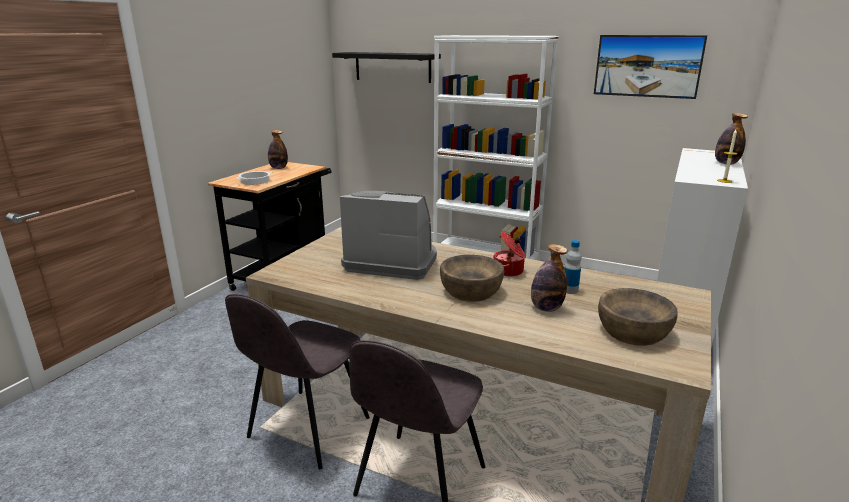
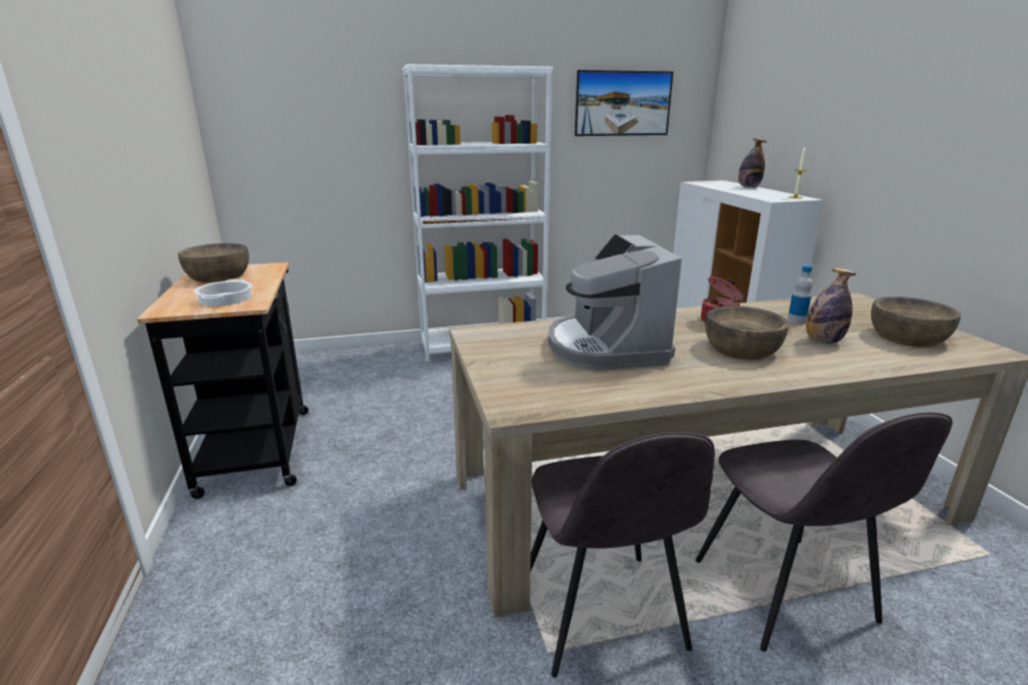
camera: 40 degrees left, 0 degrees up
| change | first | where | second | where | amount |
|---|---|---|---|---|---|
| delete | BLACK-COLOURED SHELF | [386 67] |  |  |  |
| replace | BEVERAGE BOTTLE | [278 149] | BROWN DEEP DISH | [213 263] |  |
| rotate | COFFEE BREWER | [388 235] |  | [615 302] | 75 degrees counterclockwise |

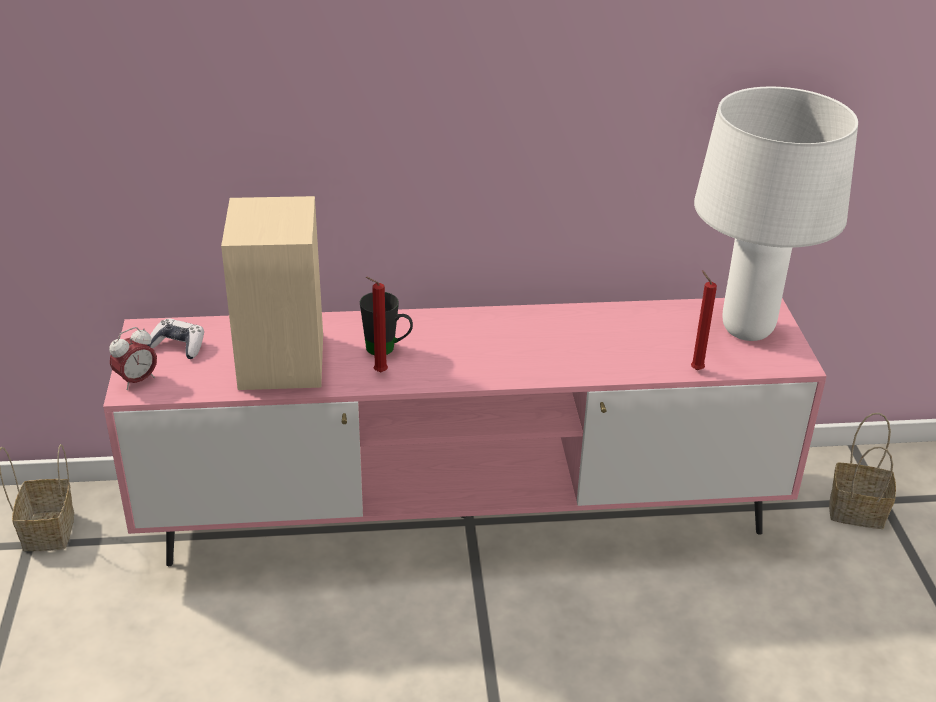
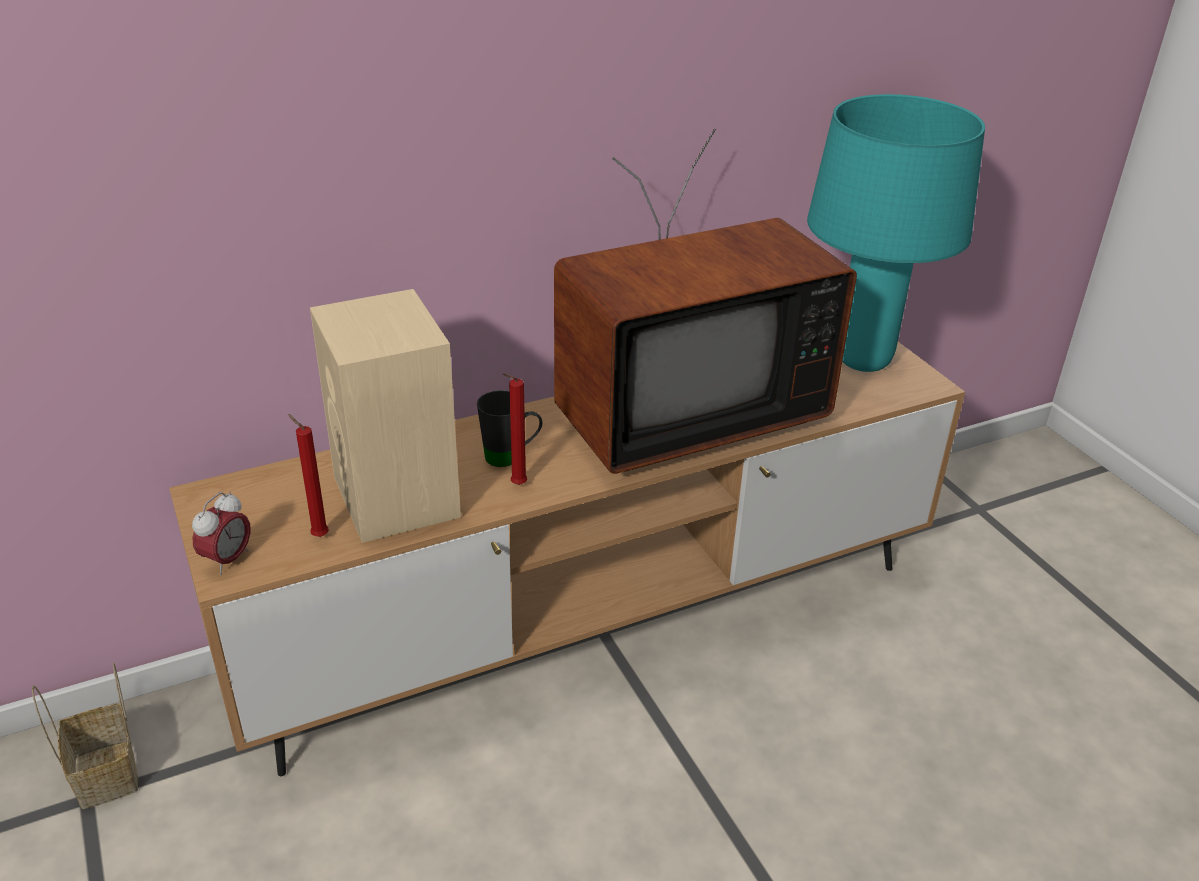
camera: 20 degrees left, 0 degrees up
| change | first | where | second | where | amount |
|---|---|---|---|---|---|
| recolor | WHITE-COLOURED TABLE LAMP | [776 213] | BLUE-GREEN TABLE LAMP | [896 233] |  |
| move | RED WAX CANDLE | [704 320] |  | [308 475] |  |
| recolor | PINK MEDIA CONSOLE | [465 432] | BROWN MEDIA CONSOLE | [567 559] |  |
| delete | JOYPAD | [175 338] |  |  |  |
| delete | HOUSEHOLD BASKET | [862 471] |  |  |  |
| insert |  |  | TV SET | [705 301] |  |

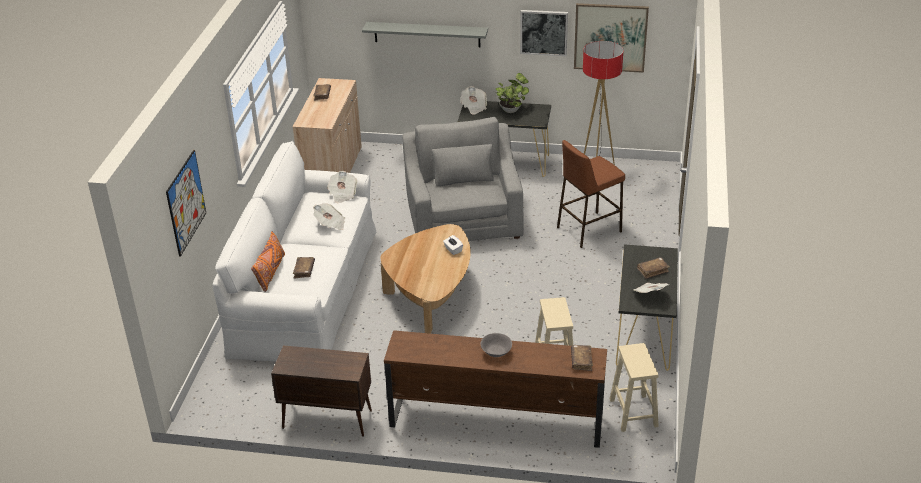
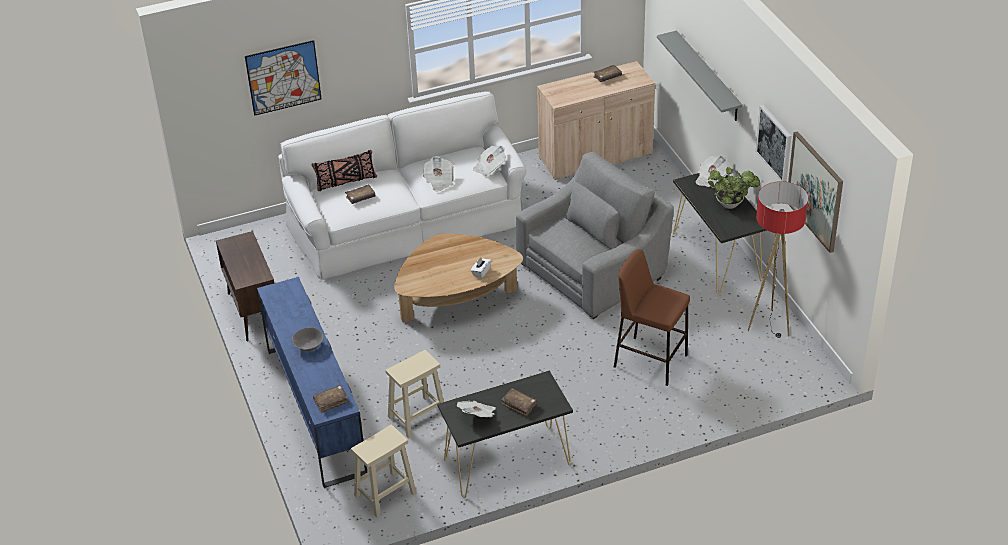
camera: 60 degrees right, 5 degrees up
| change | first | where | second | where | amount |
|---|---|---|---|---|---|
| recolor | ORANGEY PILLOW | [268 261] | BLACK-COLOURED PILLOW | [344 170] |  |
| recolor | BROWN MEDIA CONSOLE | [495 389] | BLUE-COLOURED MEDIA CONSOLE | [312 382] |  |

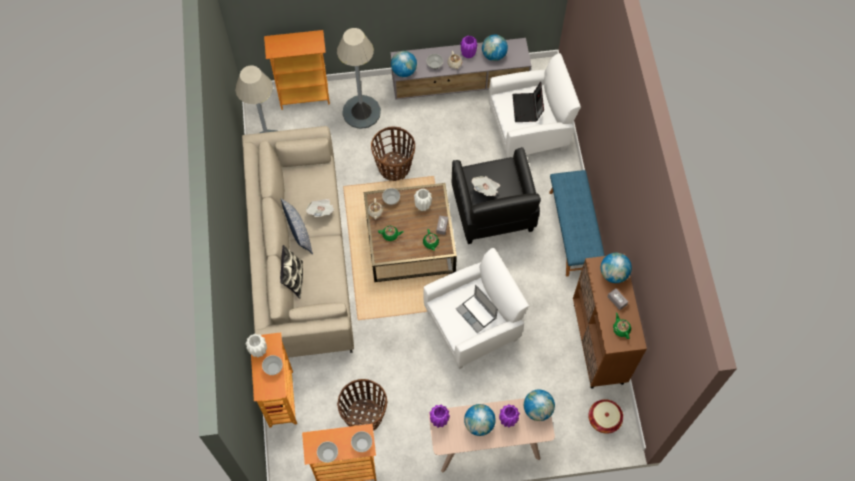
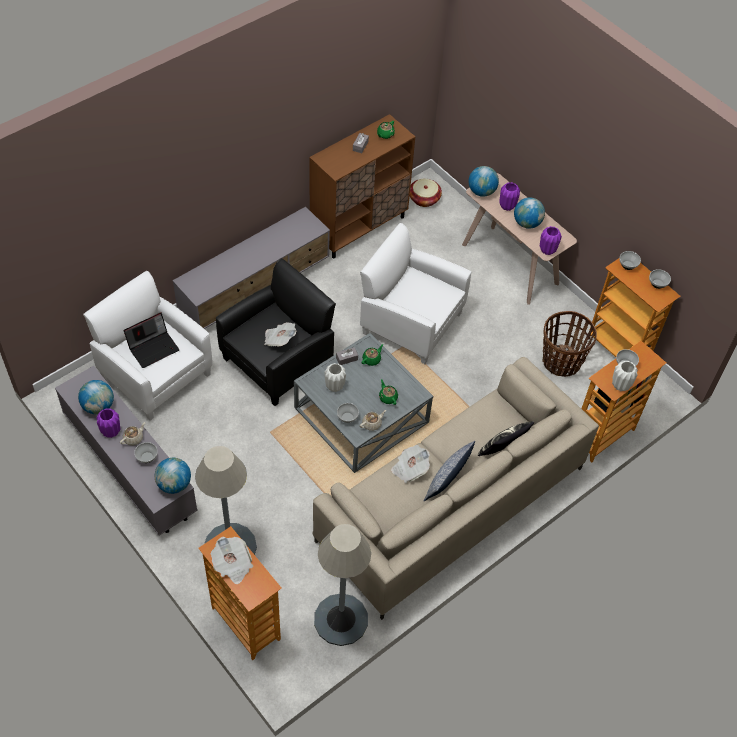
camera: 125 degrees left, 10 degrees down
| change | first | where | second | where | amount |
|---|---|---|---|---|---|
| delete | HOUSEHOLD BASKET | [393 154] |  |  |  |
| replace | BLUE-COLOURED INDOOR BENCH | [577 223] | GREYISH MEDIA CONSOLE | [251 268] |  |
| recolor | BROWN COFFEE TABLE | [410 232] | GREYISH COFFEE TABLE | [363 403] |  |
| delete | DESK GLOBE | [616 268] |  |  |  |
| delete | PORTABLE COMPUTER | [477 308] |  |  |  |
| insert |  |  | PRINTED PAPER | [232 560] |  |

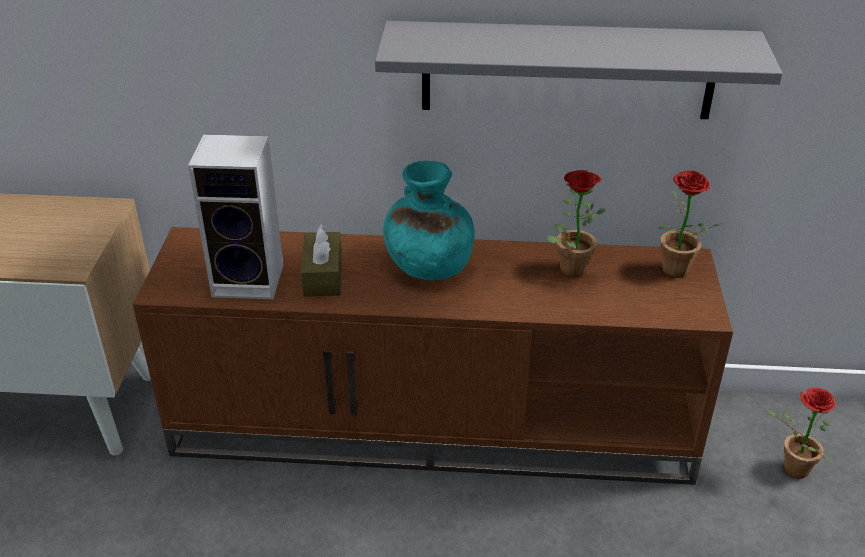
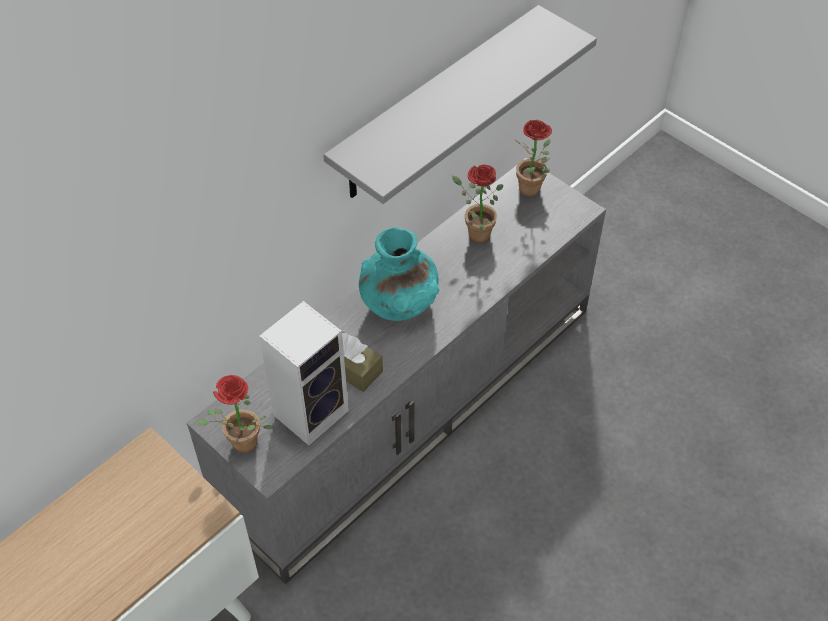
camera: 50 degrees left, 15 degrees up
| change | first | where | second | where | amount |
|---|---|---|---|---|---|
| recolor | BROWN MEDIA CONSOLE | [433 356] | GREYISH MEDIA CONSOLE | [396 371] |  |
| move | HOUSEPLANT | [802 433] |  | [235 414] |  |

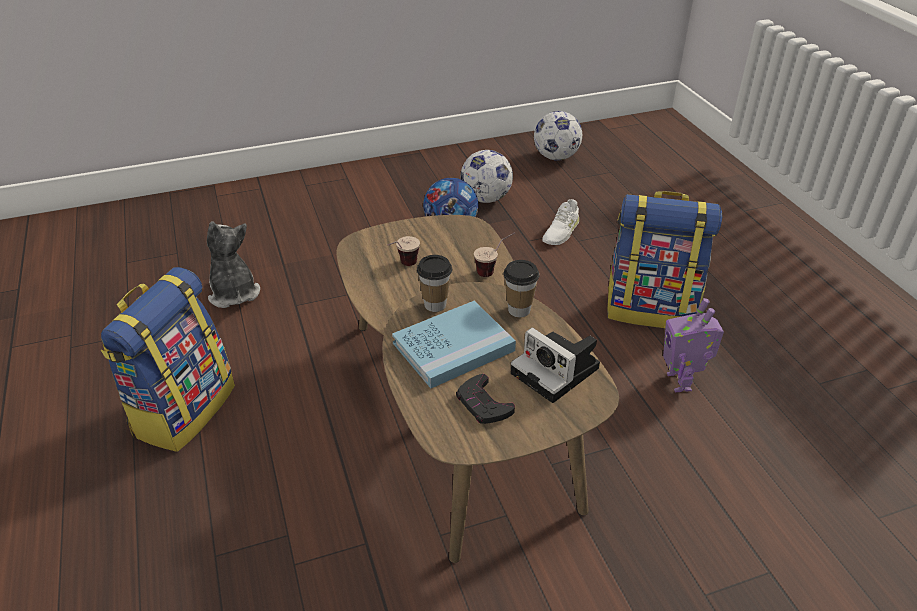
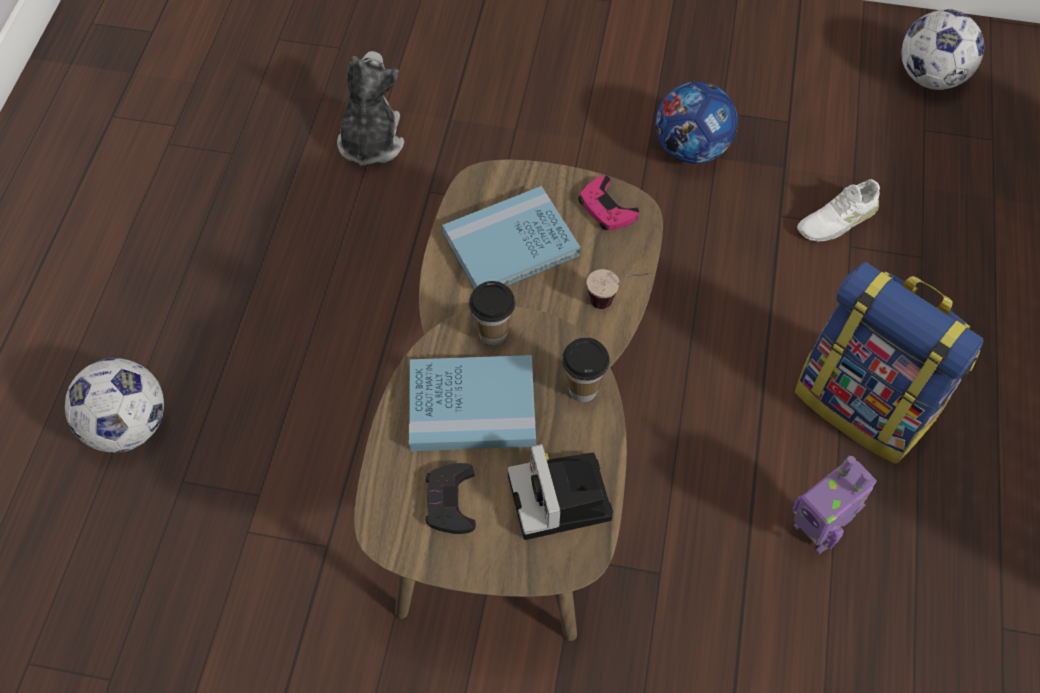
camera: 30 degrees right, 20 degrees up
| change | first | where | second | where | amount |
|---|---|---|---|---|---|
| move | BALL FOR FOOTBALL | [487 176] |  | [114 405] |  |
| replace | SMALL CUP | [404 251] | BLUE-COLOURED VOLUME | [511 237] |  |
| delete | KNAPSACK | [168 359] |  |  |  |
| rotate | MODEL ROBOT | [693 345] |  | [835 505] | 60 degrees counterclockwise |
| insert |  |  | PINK JOYPAD | [608 202] |  |

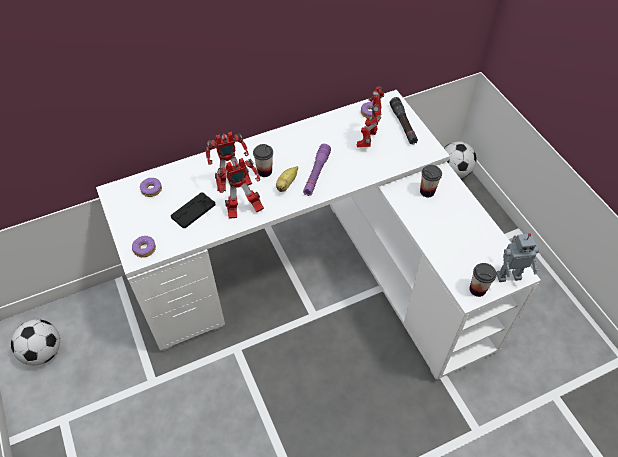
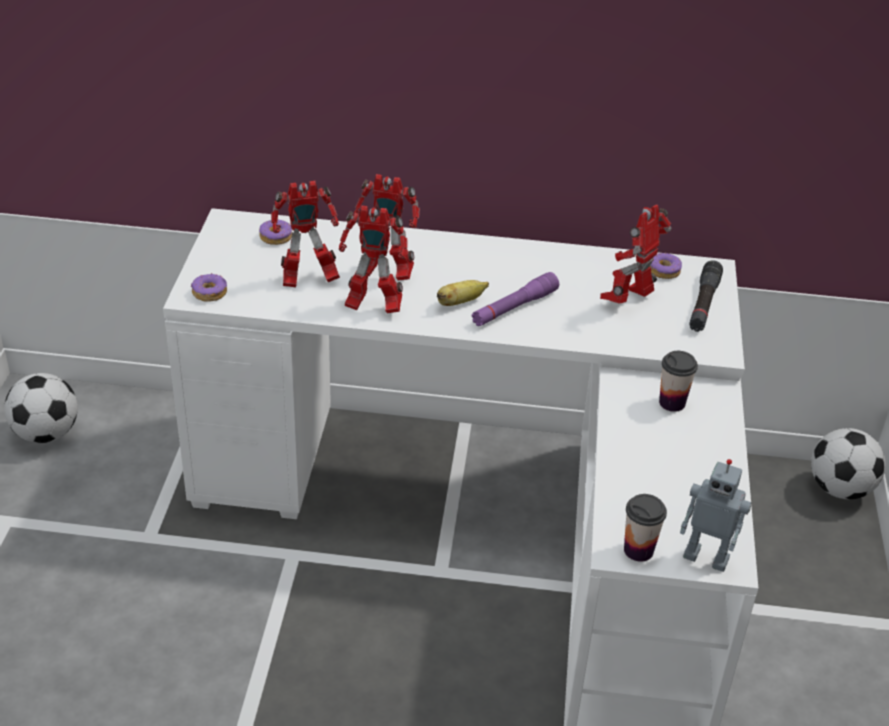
camera: 30 degrees right, 15 degrees down
| change | first | where | second | where | amount |
|---|---|---|---|---|---|
| delete | SMALL CUP | [263 160] |  |  |  |
| replace | BLACK-COLOURED JOYPAD | [193 210] | MODEL ROBOT | [305 234] |  |

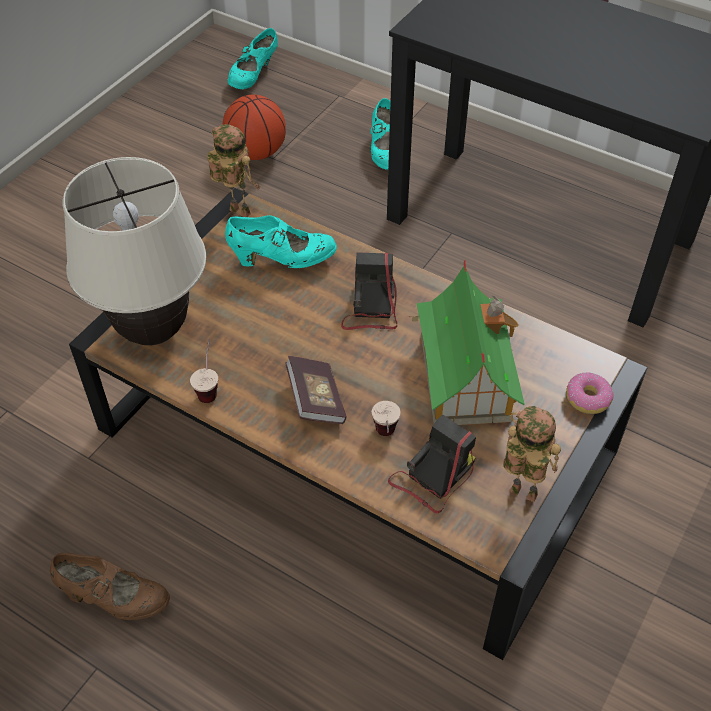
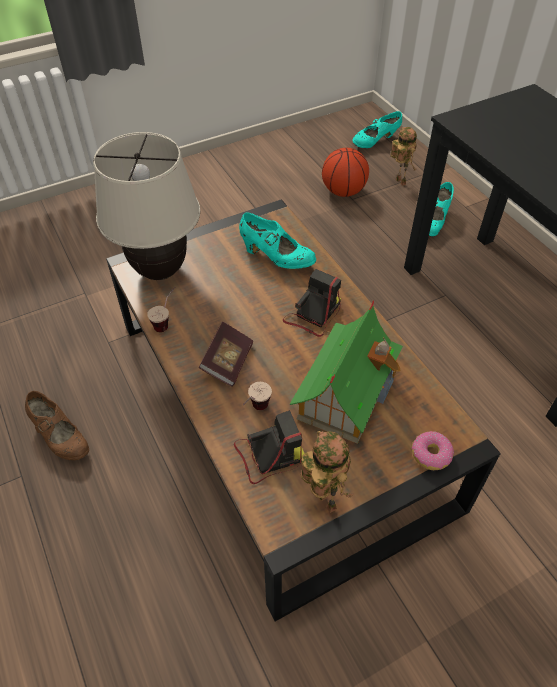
camera: 30 degrees right, 0 degrees up
| change | first | where | second | where | amount |
|---|---|---|---|---|---|
| move | MODEL ROBOT | [233 170] |  | [404 156] |  |

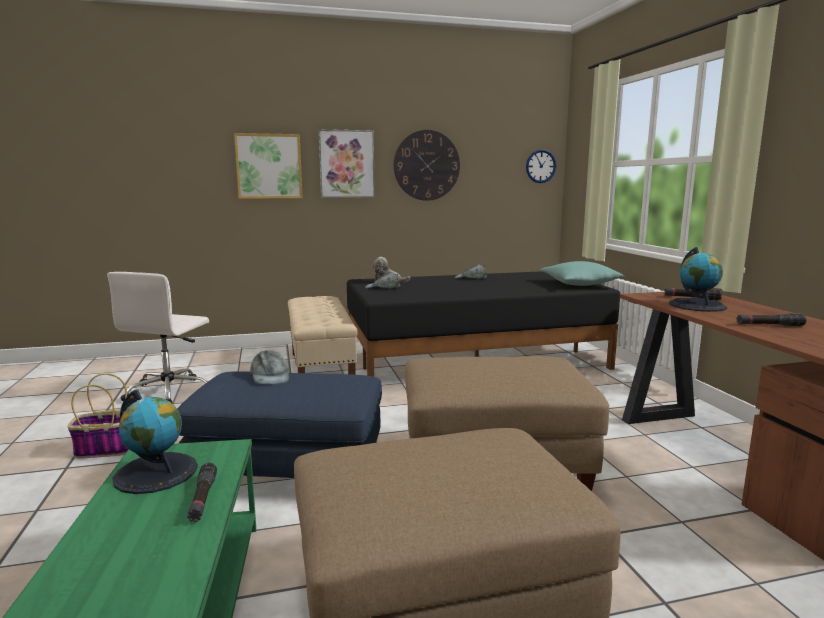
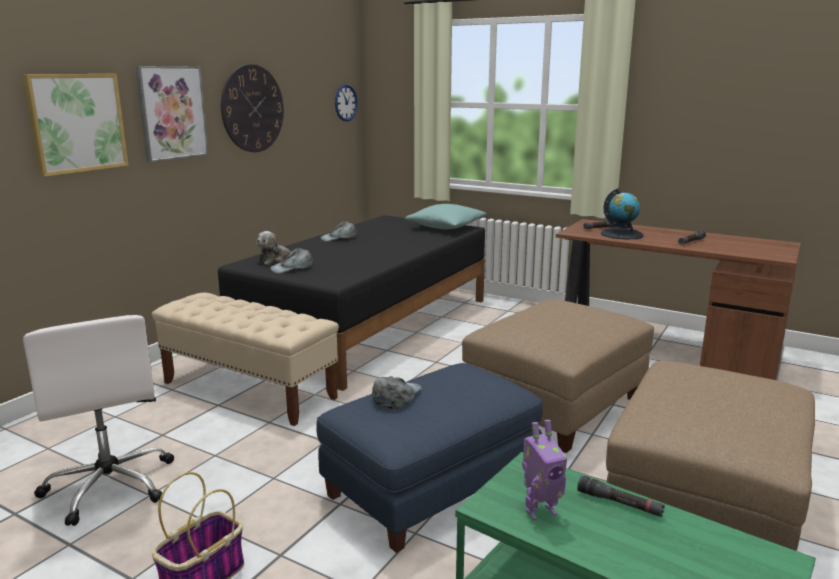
camera: 45 degrees left, 5 degrees up
| change | first | where | second | where | amount |
|---|---|---|---|---|---|
| rotate | GREYISH PEAKED CAP | [269 367] |  | [397 392] | 90 degrees counterclockwise |
| replace | DESK GLOBE | [155 441] | MODEL ROBOT | [544 470] |  |

